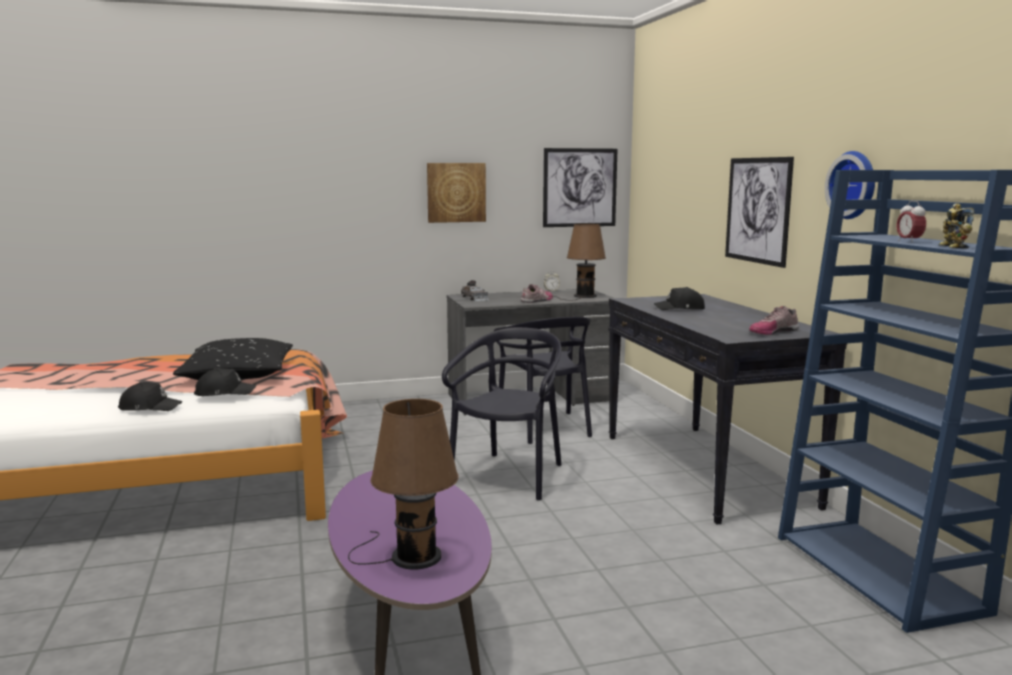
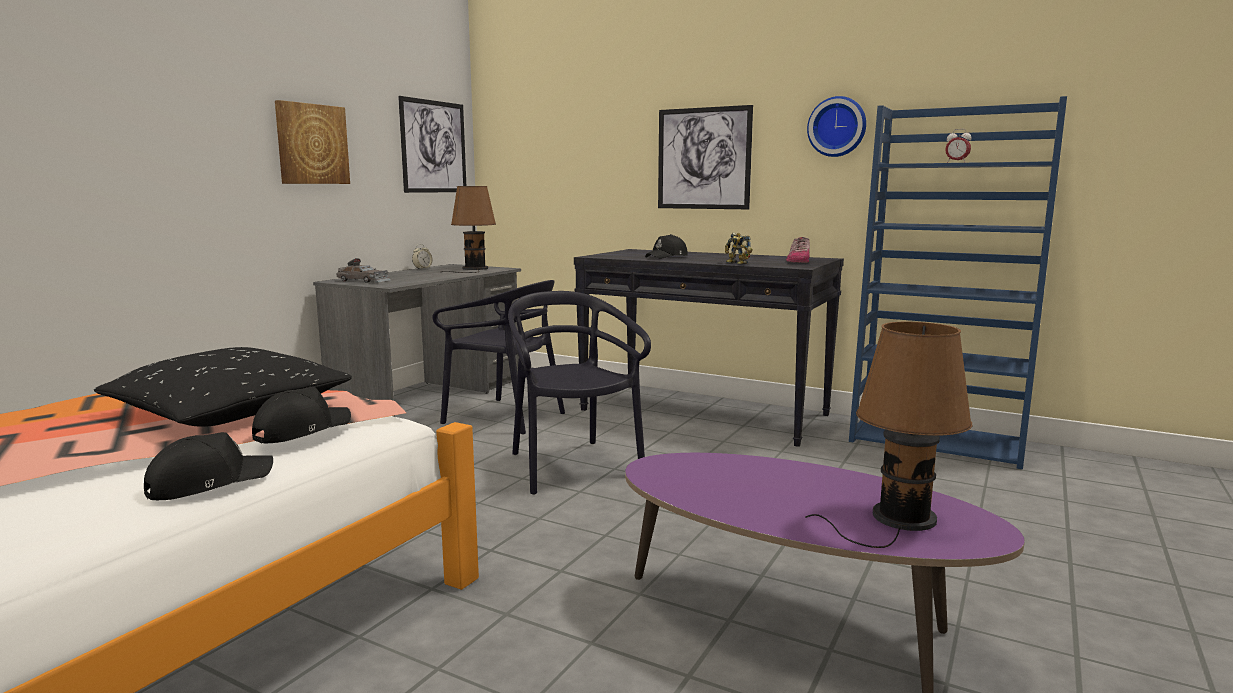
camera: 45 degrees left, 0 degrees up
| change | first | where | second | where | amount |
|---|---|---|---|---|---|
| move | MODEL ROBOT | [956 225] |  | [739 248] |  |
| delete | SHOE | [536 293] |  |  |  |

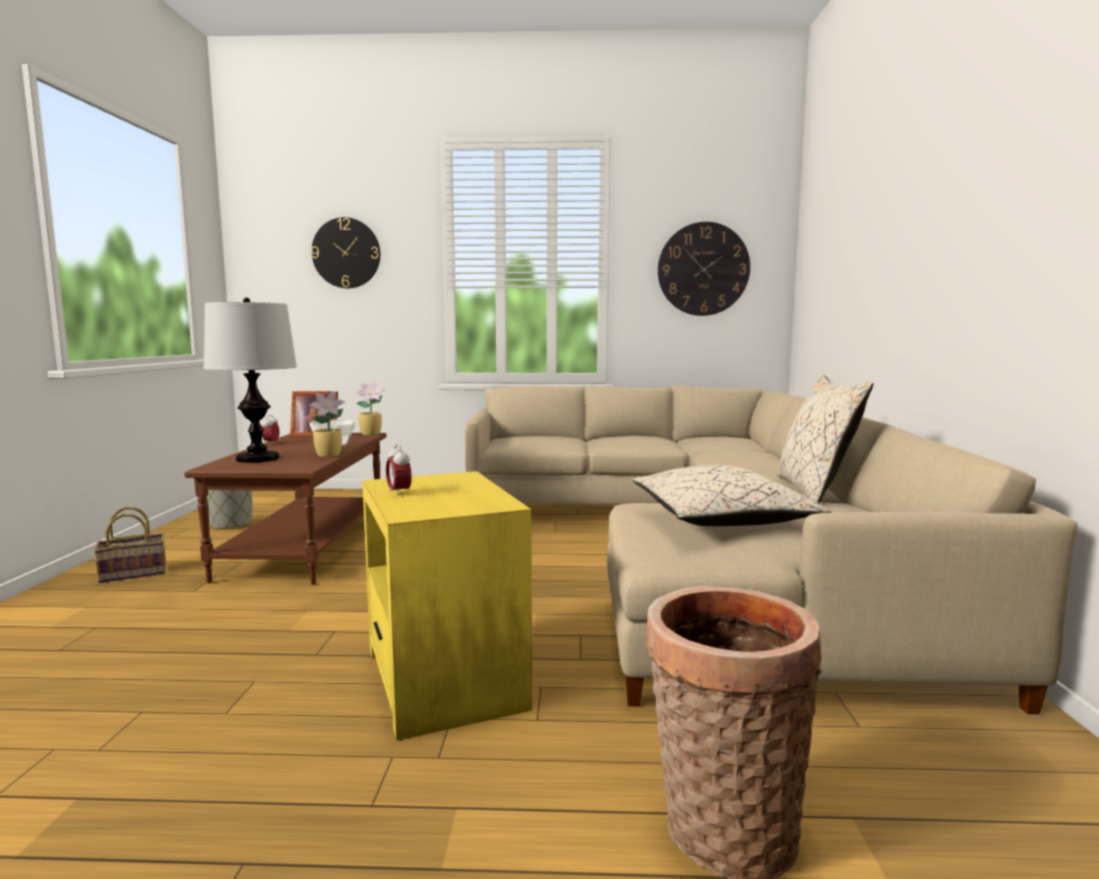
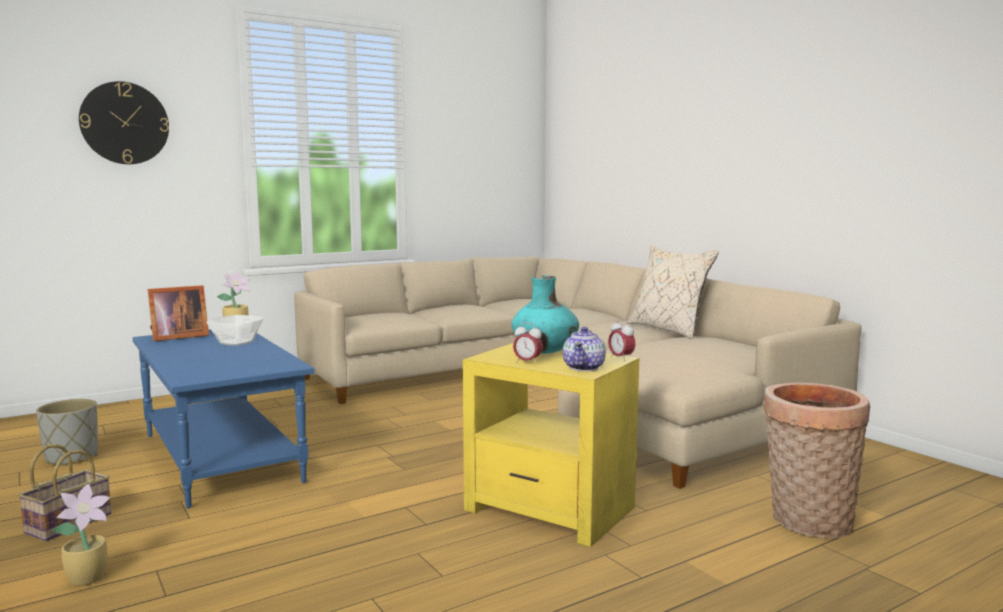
camera: 35 degrees left, 0 degrees up
| change | first | where | second | where | amount |
|---|---|---|---|---|---|
| delete | CLOCK ON THE WALL | [704 269] |  |  |  |
| delete | TABLE LAMP | [250 380] |  |  |  |
| move | HOUSEPLANT | [327 424] |  | [81 535] |  |
| move | TABLE CLOCK | [270 430] |  | [621 340] |  |
| recolor | BROWN COFFEE TABLE | [286 509] | BLUE-COLOURED COFFEE TABLE | [223 418] |  |
| delete | BEIGE-COLOURED PILLOW | [732 495] |  |  |  |
| insert |  |  | BLUE-GREEN VASE | [545 314] |  |
| insert |  |  | POT FOR TEA | [584 349] |  |

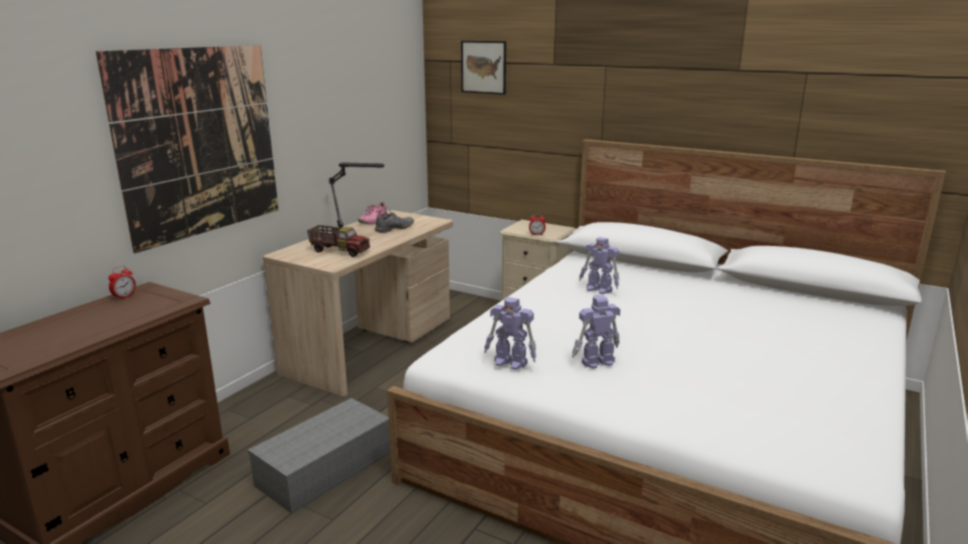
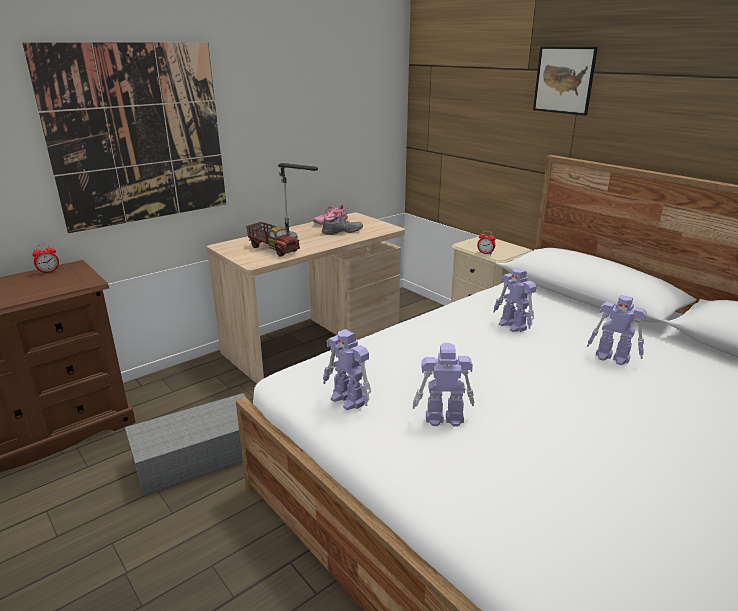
camera: 20 degrees right, 5 degrees up
| change | first | where | second | where | amount |
|---|---|---|---|---|---|
| move | WALL ART | [483 68] |  | [565 81] |  |
| insert |  |  | MODEL ROBOT | [617 330] |  |

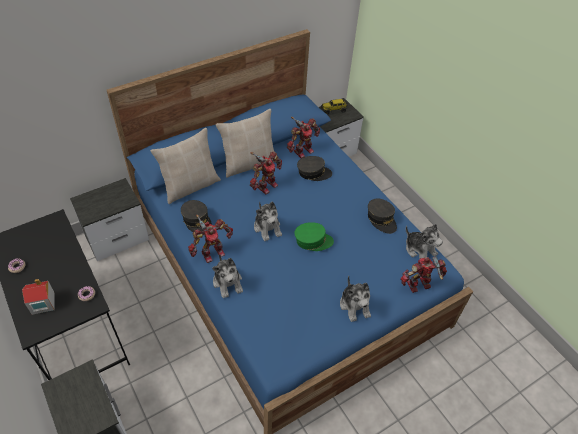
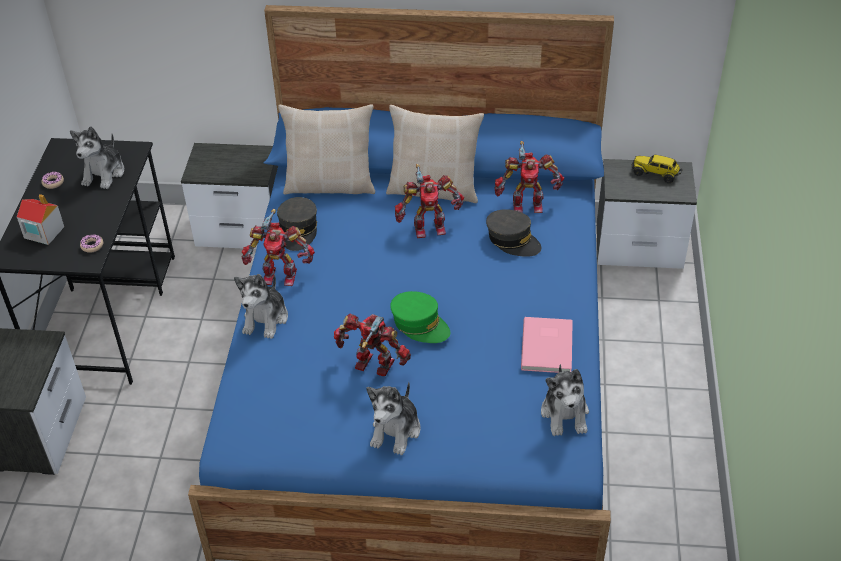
camera: 40 degrees right, 5 degrees down
| change | first | where | second | where | amount |
|---|---|---|---|---|---|
| replace | GREYISH PEAKED CAP | [382 216] | PINK VOLUME | [547 345] |  |
| move | CUDDLY TOY | [268 221] |  | [97 157] |  |
| move | MODEL ROBOT | [423 275] |  | [372 345] |  |

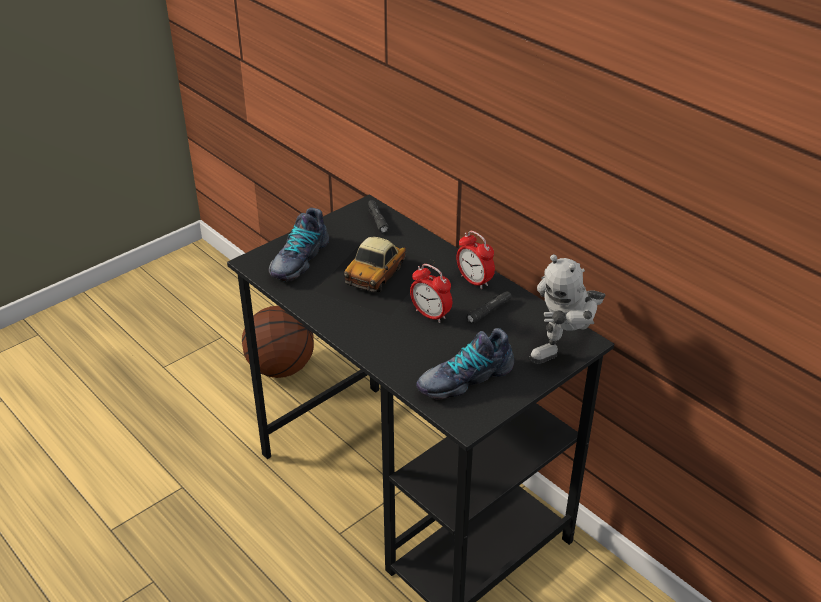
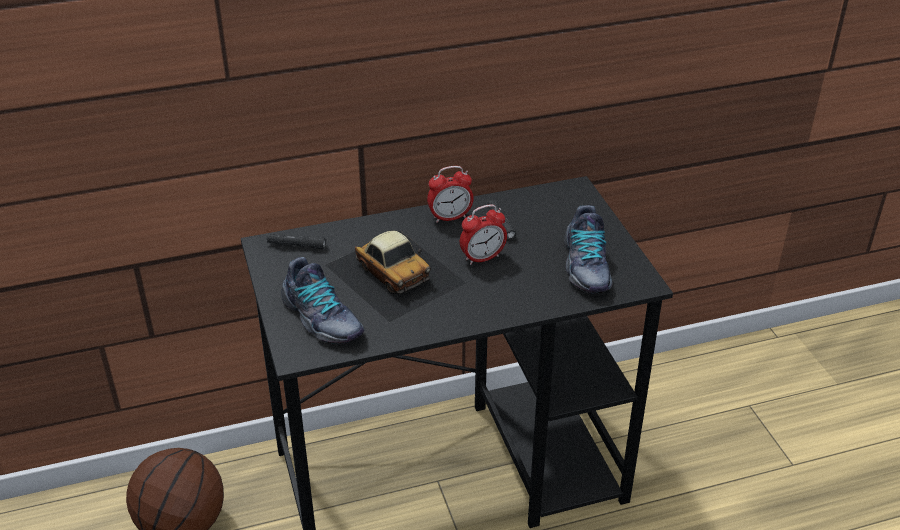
camera: 65 degrees left, 0 degrees up
| change | first | where | second | where | amount |
|---|---|---|---|---|---|
| delete | MODEL ROBOT | [567 309] |  |  |  |

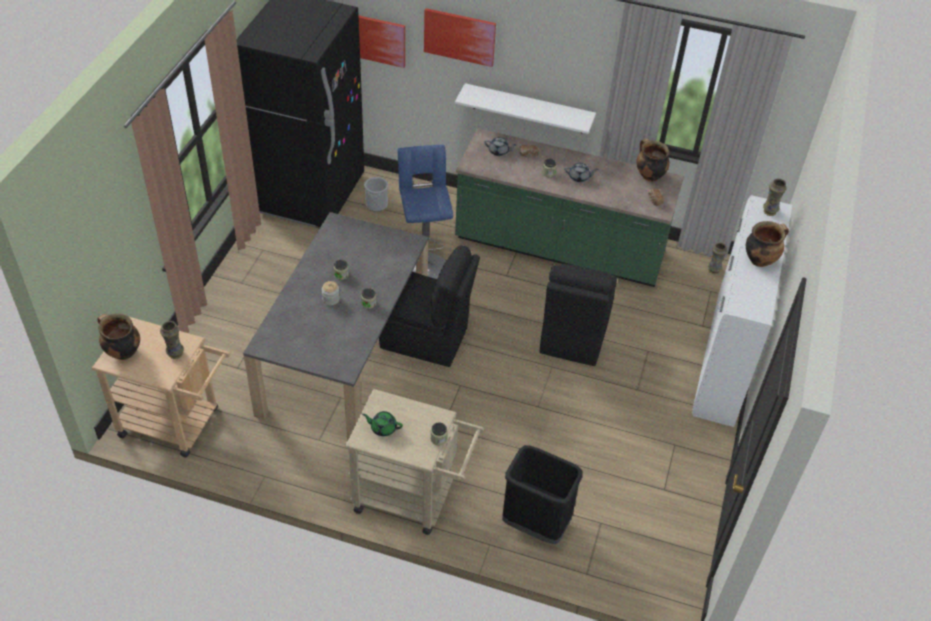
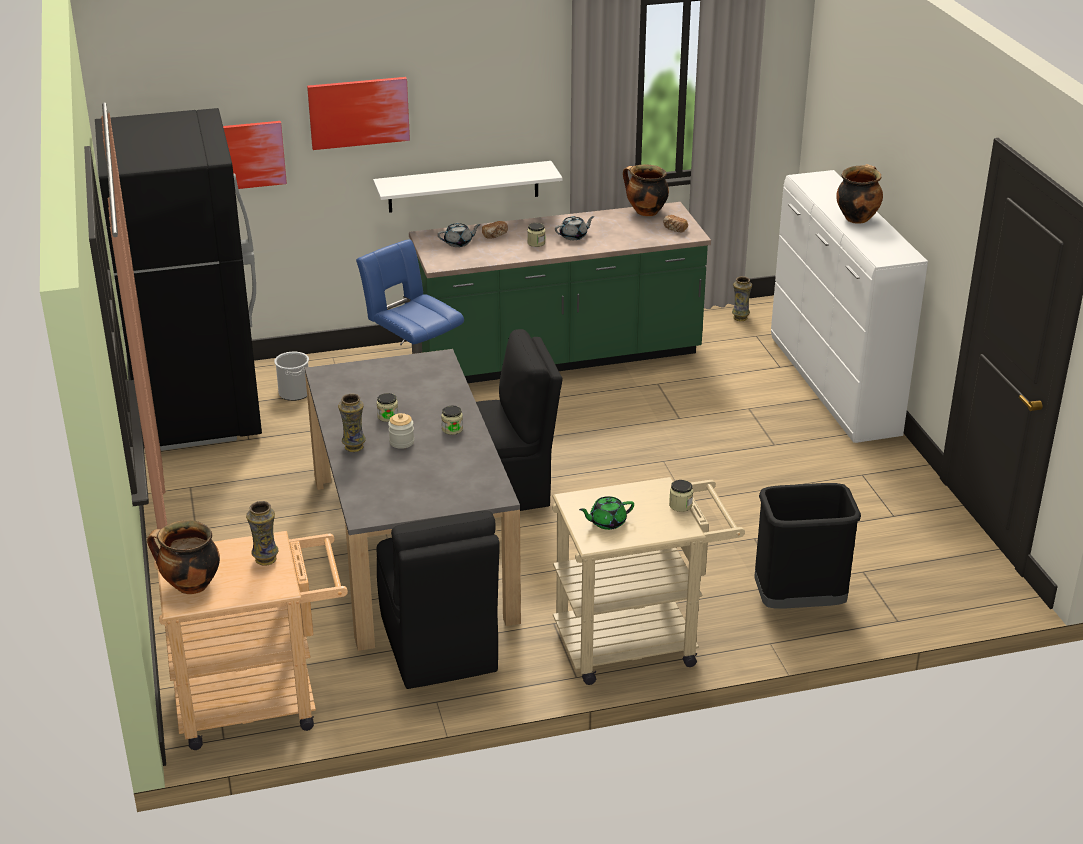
camera: 30 degrees left, 15 degrees down
| change | first | where | second | where | amount |
|---|---|---|---|---|---|
| move | VASE | [775 197] |  | [352 422] |  |
| move | BLACK-COLOURED PLAIN CHAIR | [578 315] |  | [438 599] |  |

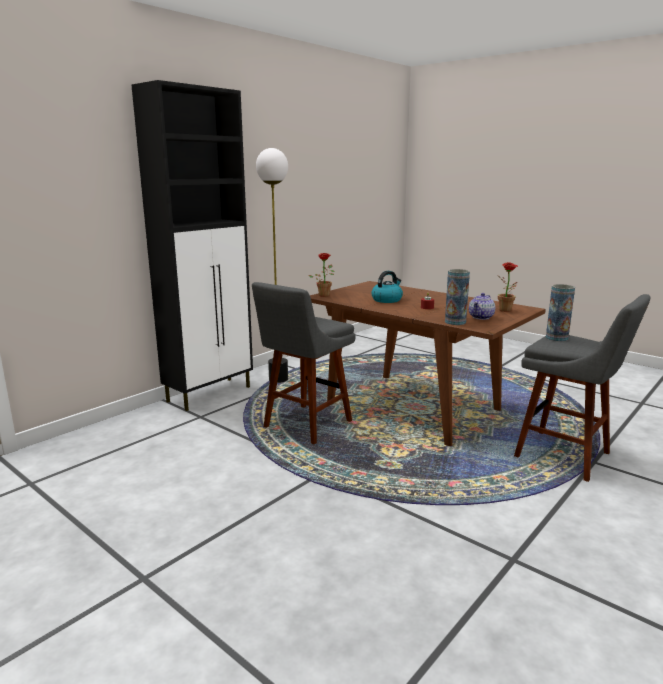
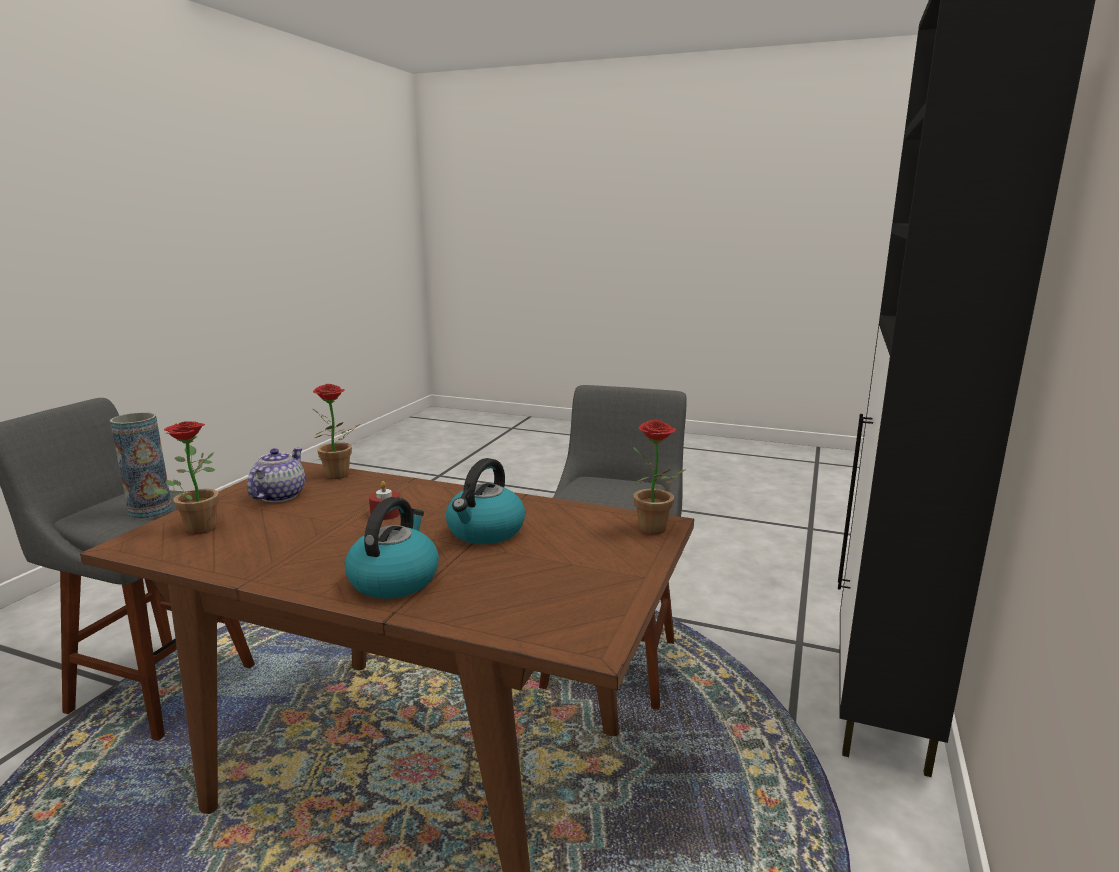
camera: 160 degrees right, 0 degrees up
| change | first | where | second | where | amount |
|---|---|---|---|---|---|
| delete | STANDARD LAMP | [272 265] |  |  |  |
| replace | VASE | [457 297] | HOUSEPLANT | [336 431] |  |
| insert |  |  | TEA KETTLE | [392 548] |  |

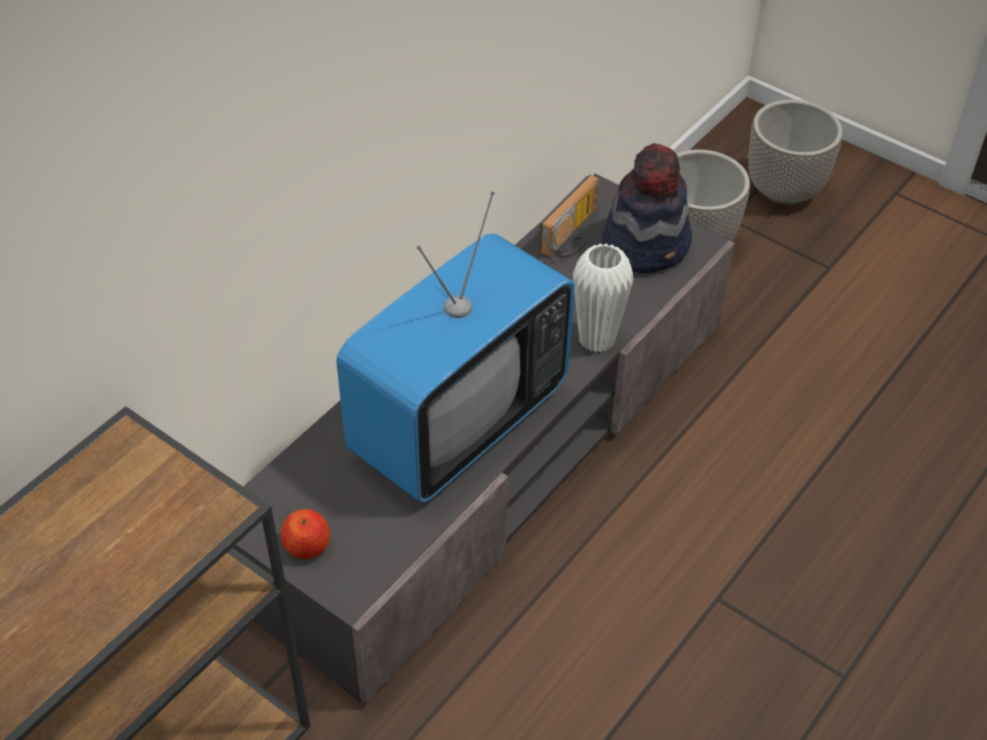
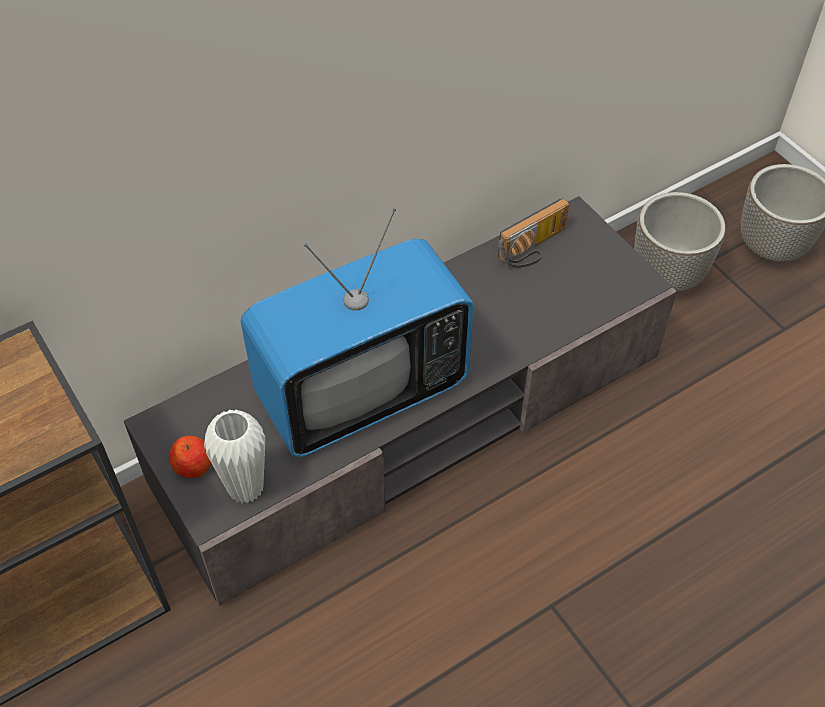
camera: 20 degrees right, 5 degrees up
| change | first | where | second | where | amount |
|---|---|---|---|---|---|
| delete | HAT | [647 208] |  |  |  |
| move | WHITE-COLOURED VASE | [603 298] |  | [234 457] |  |

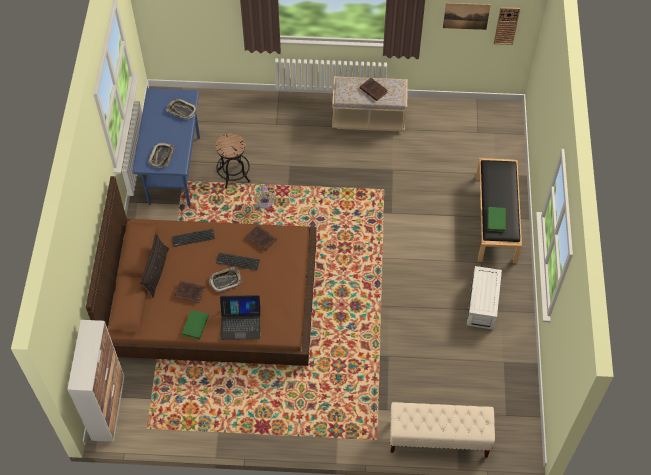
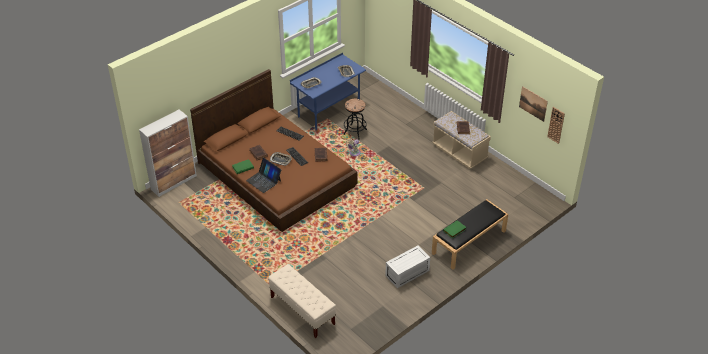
camera: 45 degrees right, 15 degrees down
| change | first | where | second | where | amount |
|---|---|---|---|---|---|
| delete | PILLOW | [154 265] |  |  |  |

